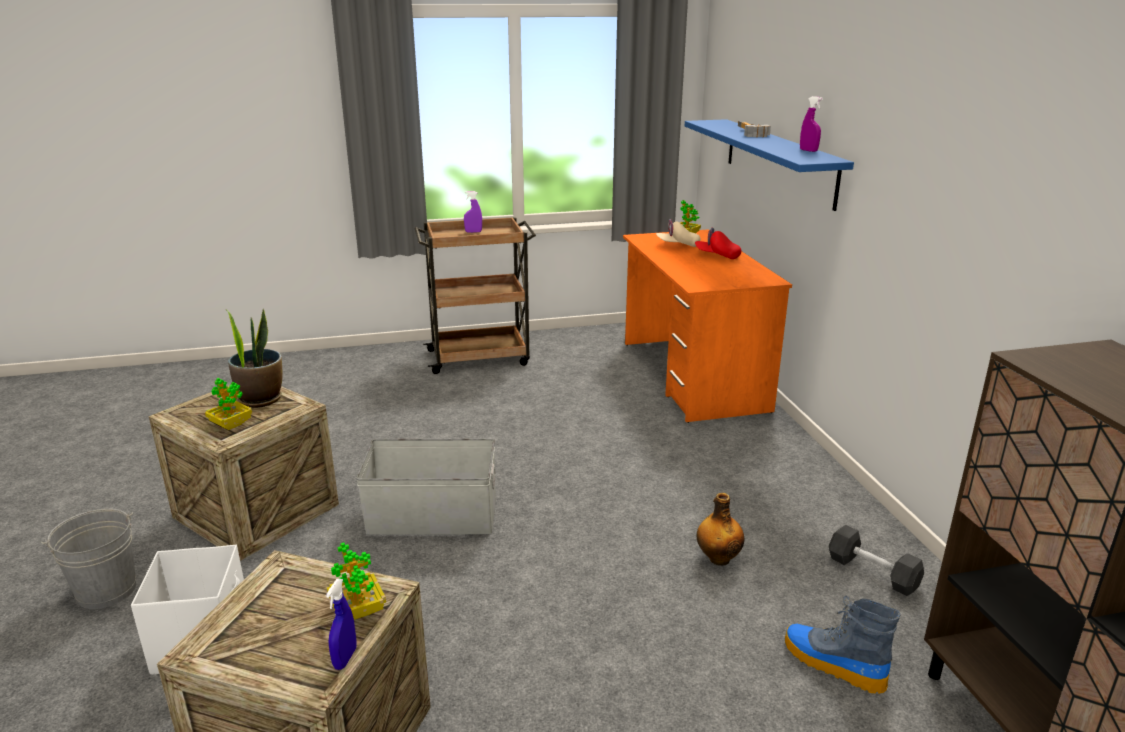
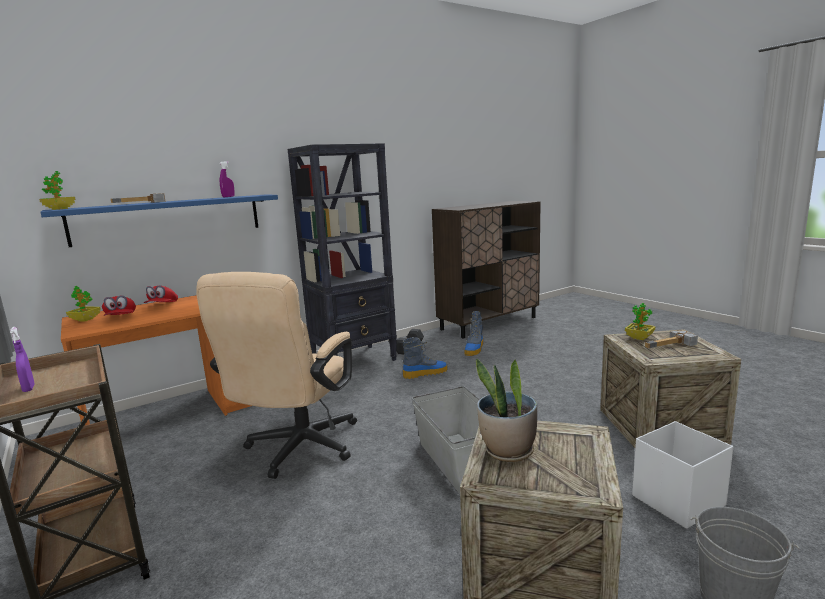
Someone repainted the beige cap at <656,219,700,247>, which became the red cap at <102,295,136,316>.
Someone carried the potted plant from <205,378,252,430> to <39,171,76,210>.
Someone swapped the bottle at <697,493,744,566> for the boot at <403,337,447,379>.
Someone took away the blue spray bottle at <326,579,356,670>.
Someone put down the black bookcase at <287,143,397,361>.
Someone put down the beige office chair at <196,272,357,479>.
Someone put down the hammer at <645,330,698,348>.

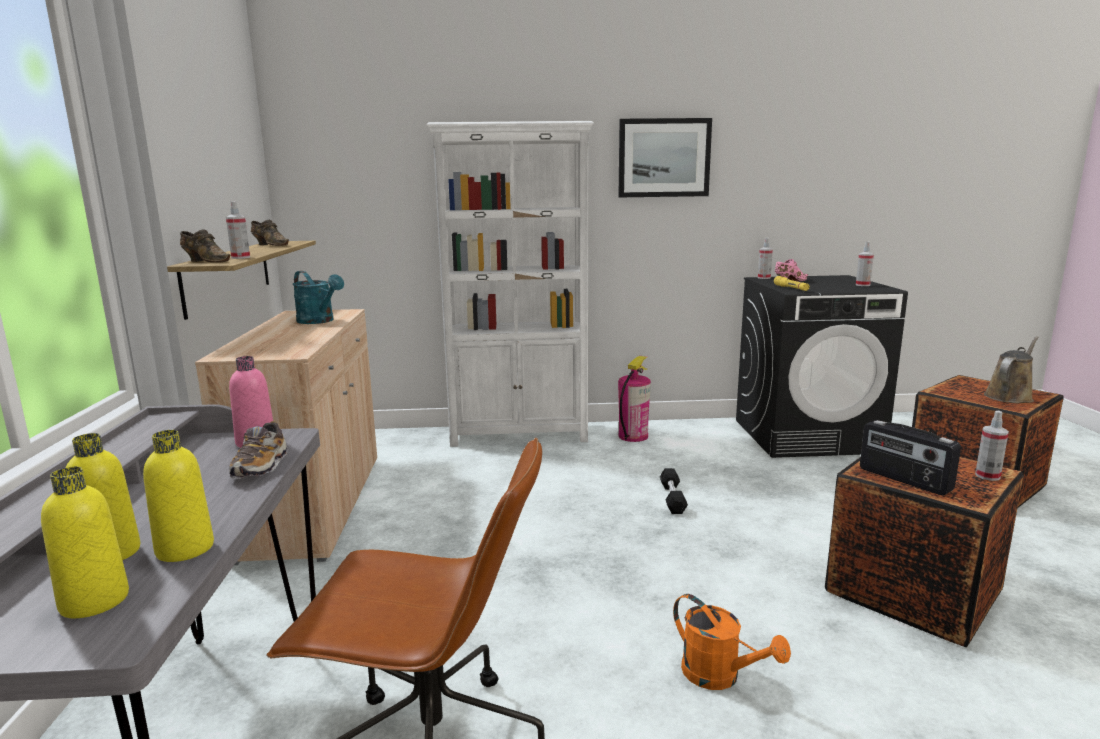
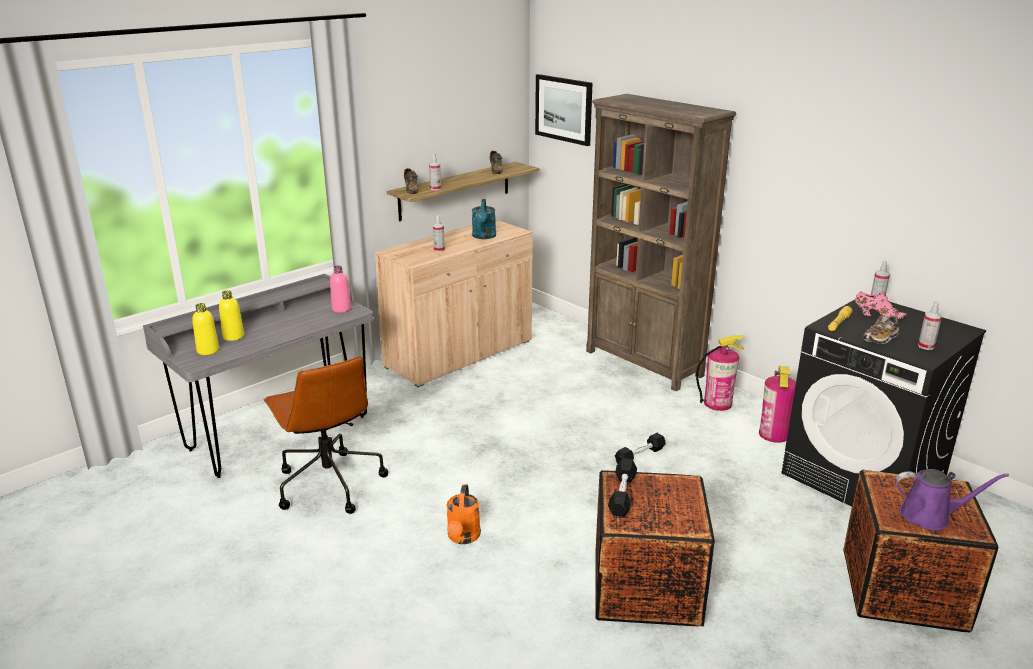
Someone carried the picture from <618,118,712,197> to <535,74,593,146>.
Someone repainted the white bookcase at <427,121,594,447>, which became the brown bookcase at <586,94,736,391>.
Someone repainted the brown watering can at <984,336,1039,403>, which became the purple watering can at <895,469,1009,530>.
Someone carried the spray bottle from <975,411,1009,481> to <433,215,445,252>.
Someone swapped the radio at <860,420,961,495> for the black dumbbell at <608,458,637,517>.
Someone carried the shoe from <229,421,287,479> to <863,315,899,344>.
Someone took away the yellow bottle at <143,430,214,562>.
Someone put down the fire extinguisher at <759,366,796,443>.

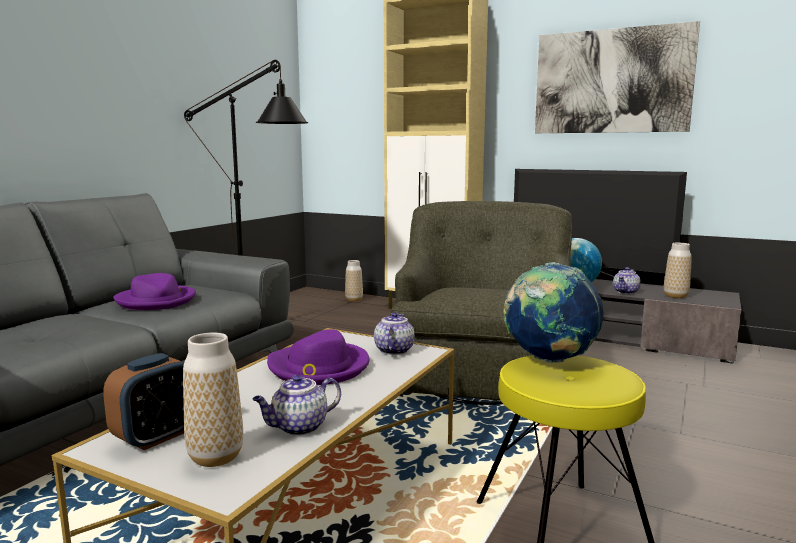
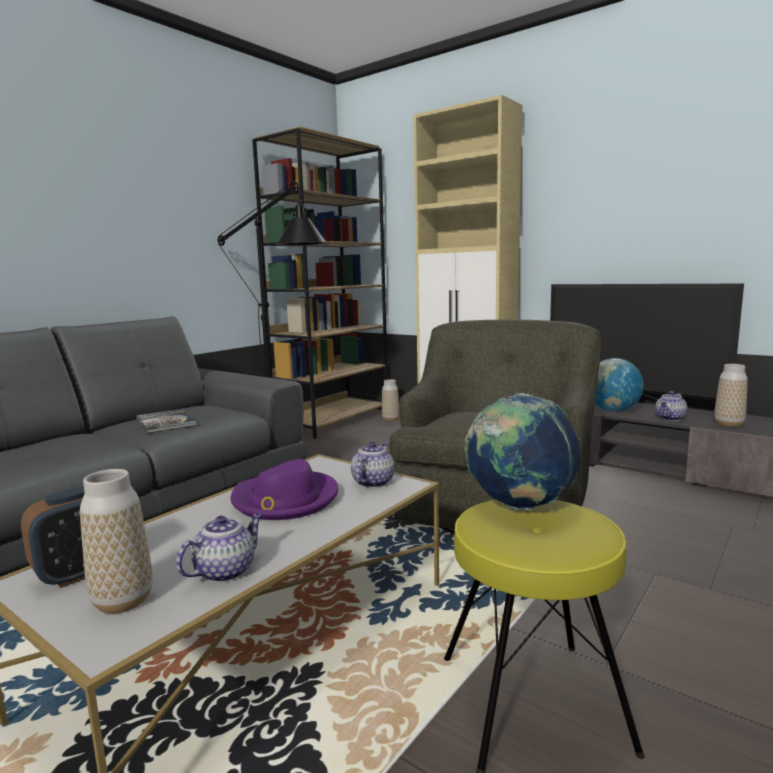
Someone took away the picture at <535,21,700,133>.
Someone swapped the purple hat at <113,273,196,310> for the book at <136,409,197,433>.
Someone rotated the teapot at <252,375,341,436> by 150 degrees clockwise.
Someone put down the brown bookcase at <252,127,388,439>.

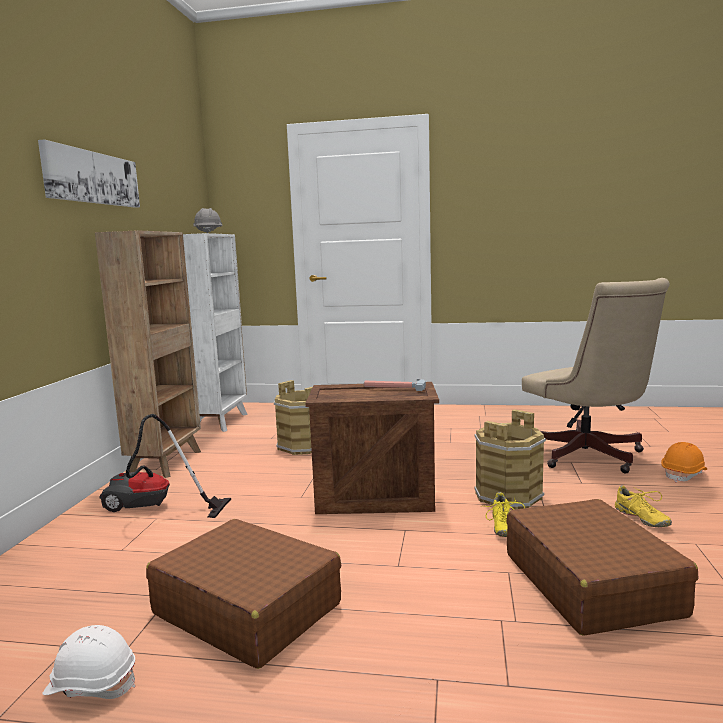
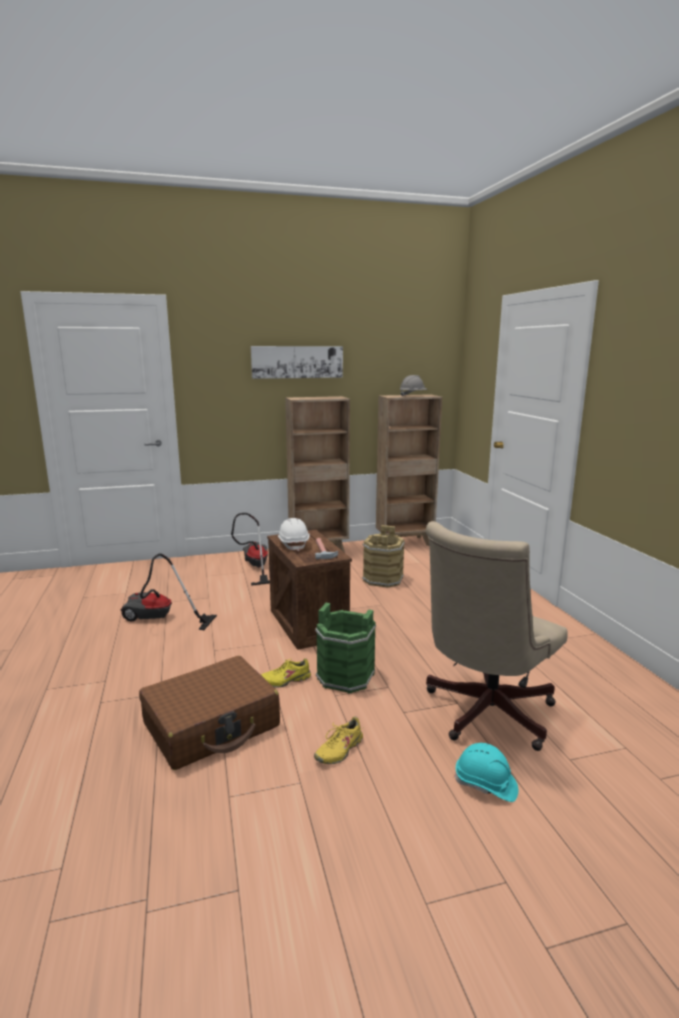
Someone repainted the white bookcase at <183,233,248,432>, which became the brown bookcase at <376,394,442,546>.
Someone repainted the brown bucket at <474,409,546,510>, which became the green bucket at <315,603,376,694>.
Someone repainted the orange hard hat at <661,442,707,483>, which became the turquoise hard hat at <454,743,518,802>.
Someone swapped the brown suitcase at <146,519,341,669> for the vacuum cleaner at <121,553,217,630>.
Someone carried the white hard hat from <42,625,135,699> to <278,518,310,551>.

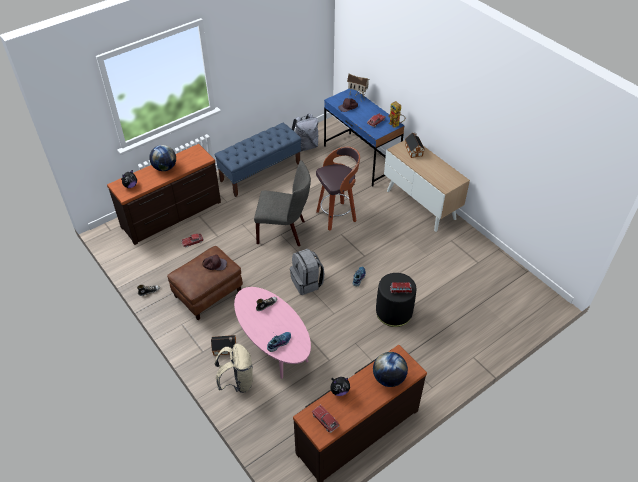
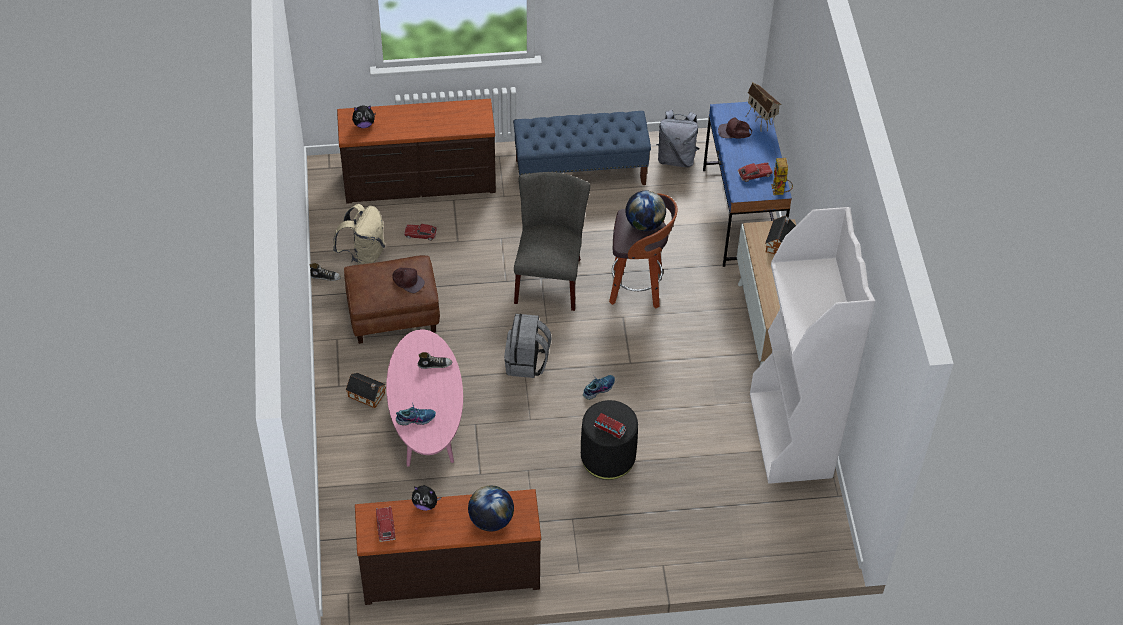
Someone carried the globe from <149,145,176,171> to <626,191,666,231>.
Someone rotated the grey chair at <254,160,311,246> by 120 degrees counterclockwise.
Someone carried the beige backpack from <215,343,253,393> to <333,204,385,265>.
Someone put down the white bookcase at <750,207,875,484>.

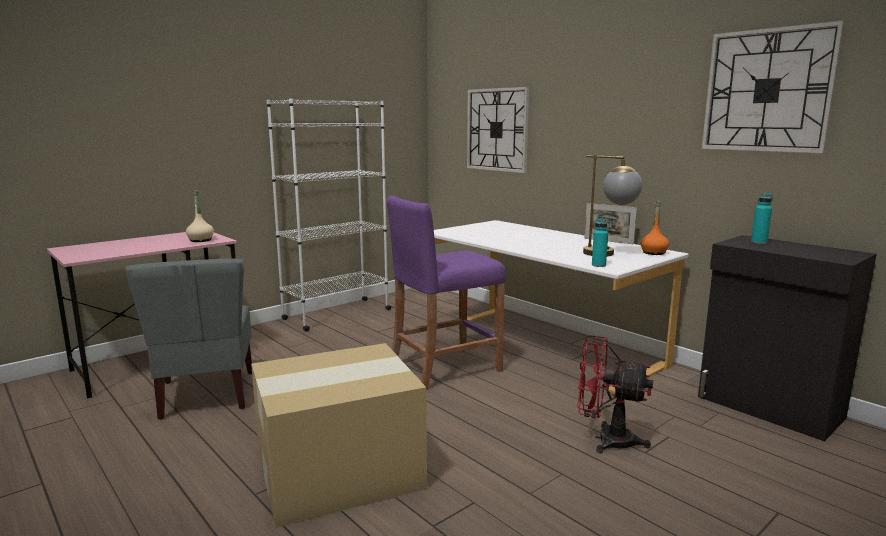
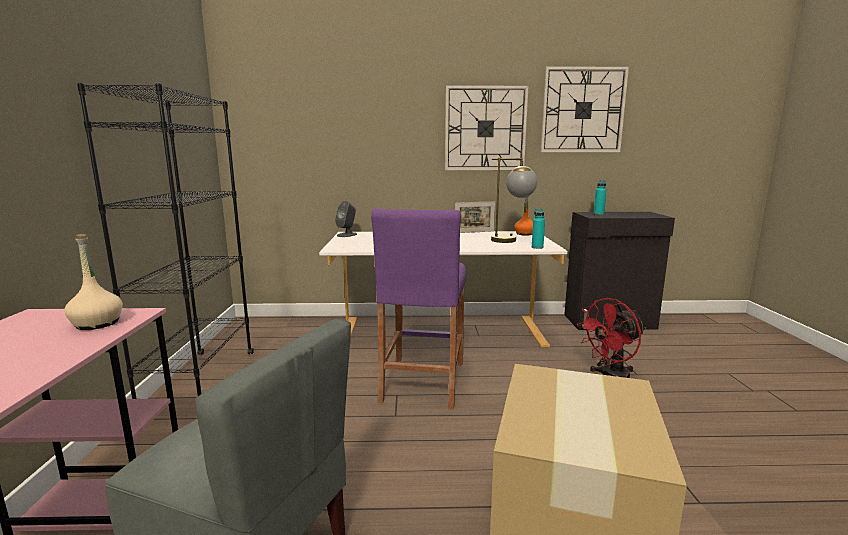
Someone carried the wall clock from <467,87,529,173> to <445,85,528,170>.
Someone repainted the white bookcase at <266,99,391,331>, which became the black bookcase at <77,83,254,399>.
Someone put down the grey speaker at <335,201,357,237>.

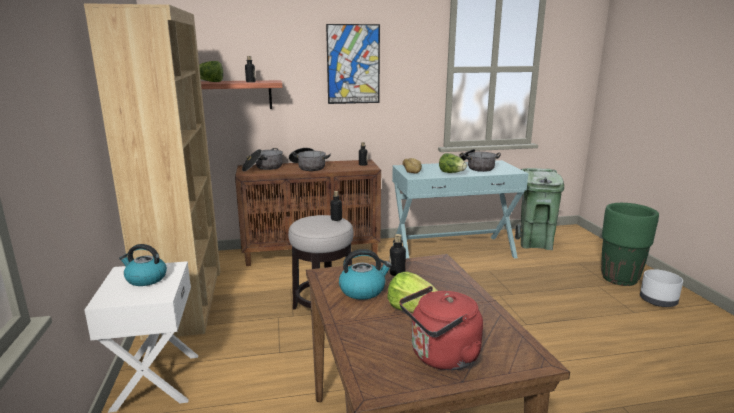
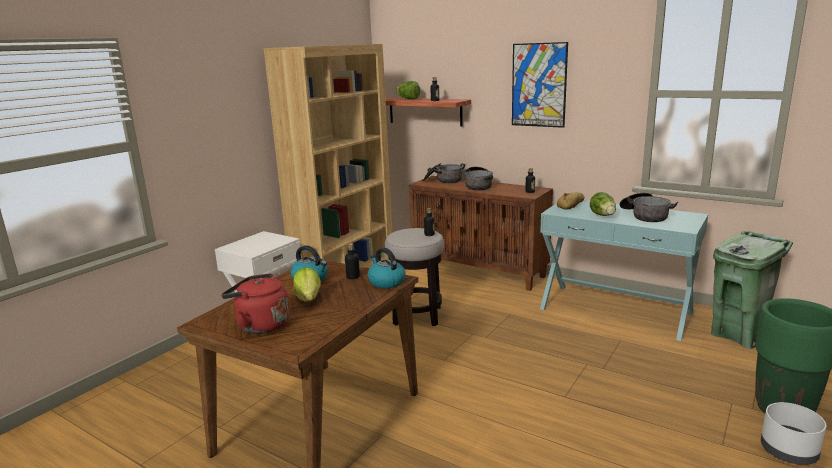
Someone carried the kettle from <119,244,167,286> to <368,248,406,288>.

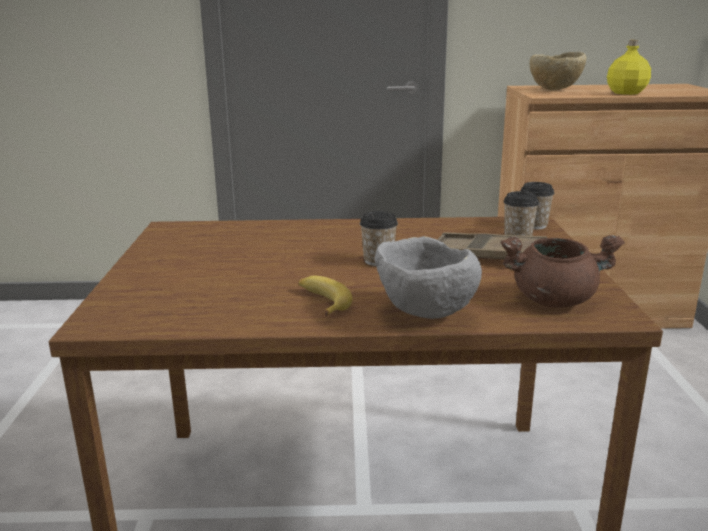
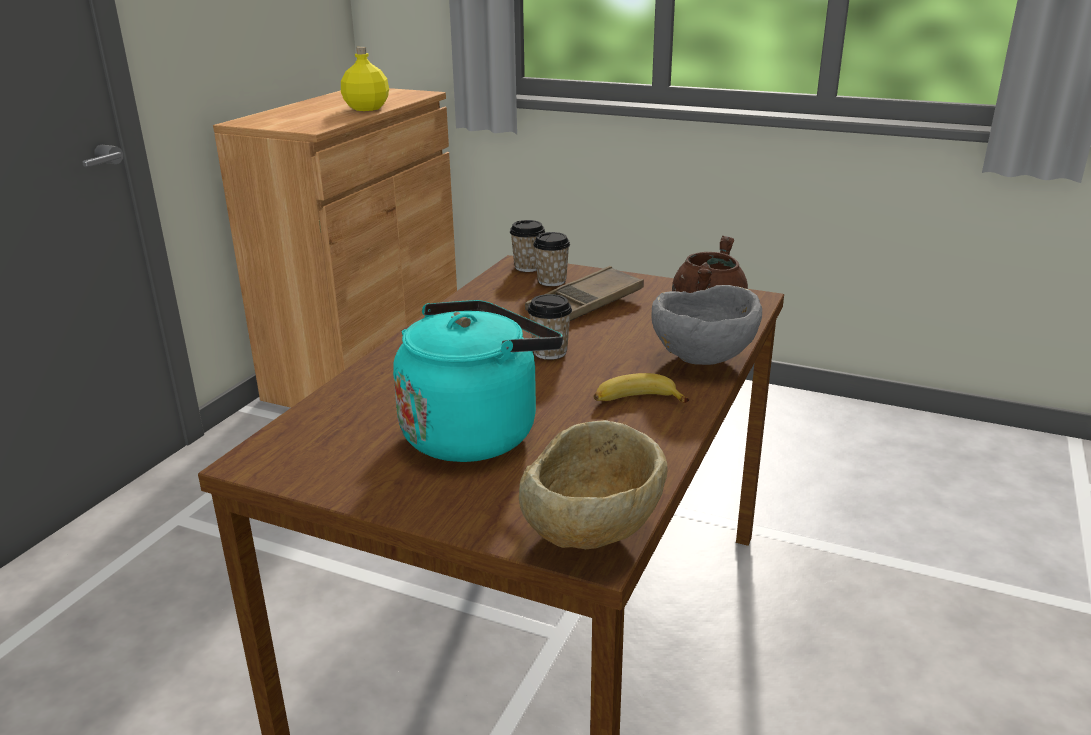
Someone carried the beige bowl from <530,52,587,90> to <519,420,667,549>.
Someone put down the turquoise kettle at <393,300,563,462>.

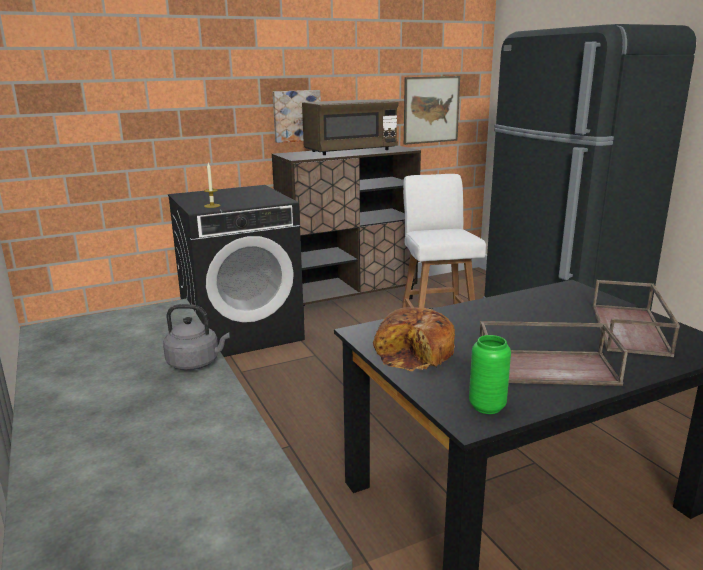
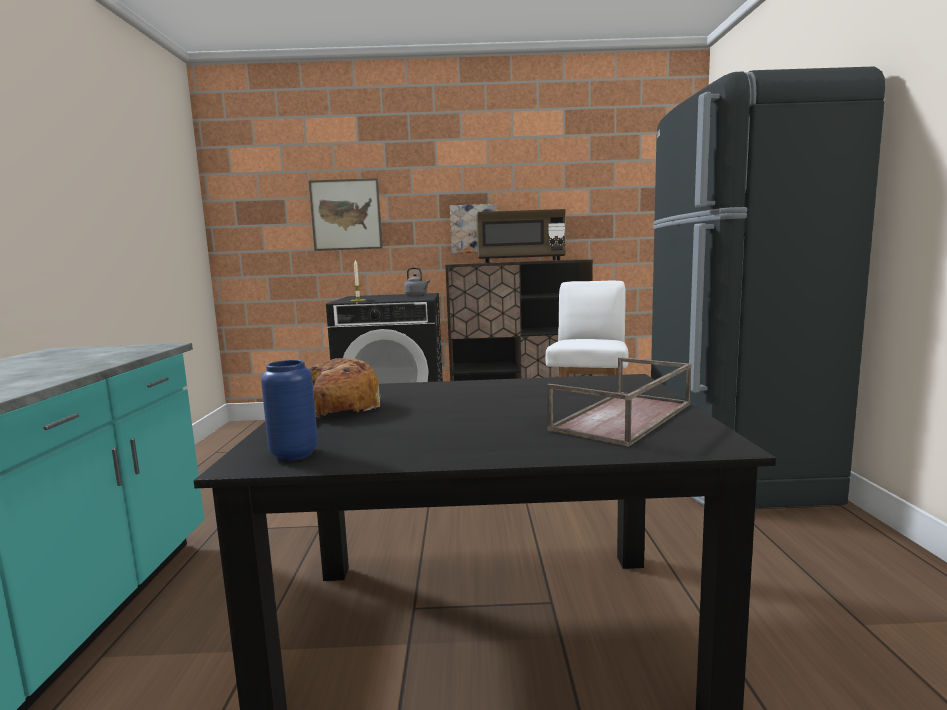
Someone carried the picture from <404,76,460,145> to <309,178,383,251>.
Someone carried the grey kettle from <163,304,230,370> to <404,267,430,296>.
Someone took away the brown tray at <480,321,628,386>.
Someone repainted the green vase at <469,335,511,414>, which became the blue vase at <261,360,318,461>.

